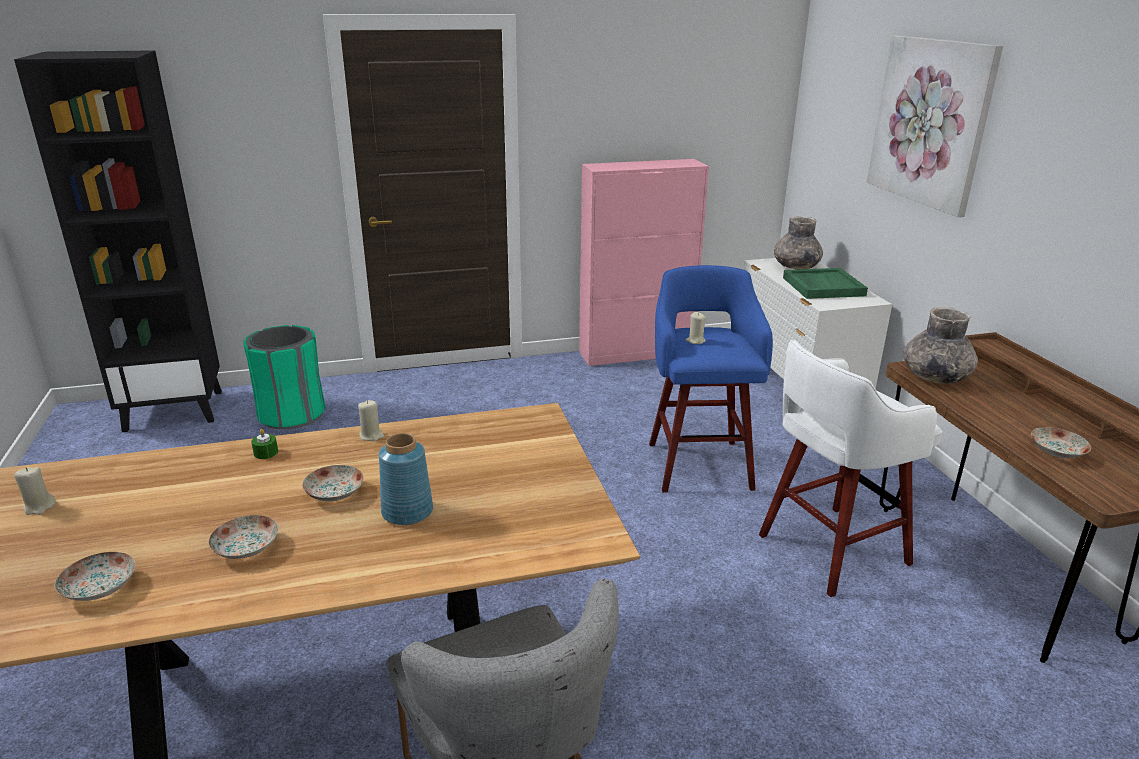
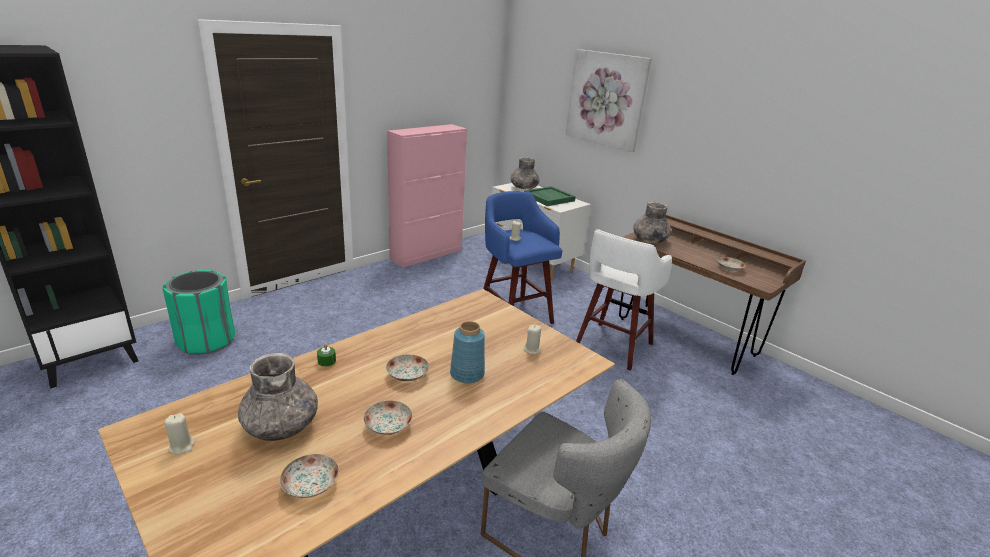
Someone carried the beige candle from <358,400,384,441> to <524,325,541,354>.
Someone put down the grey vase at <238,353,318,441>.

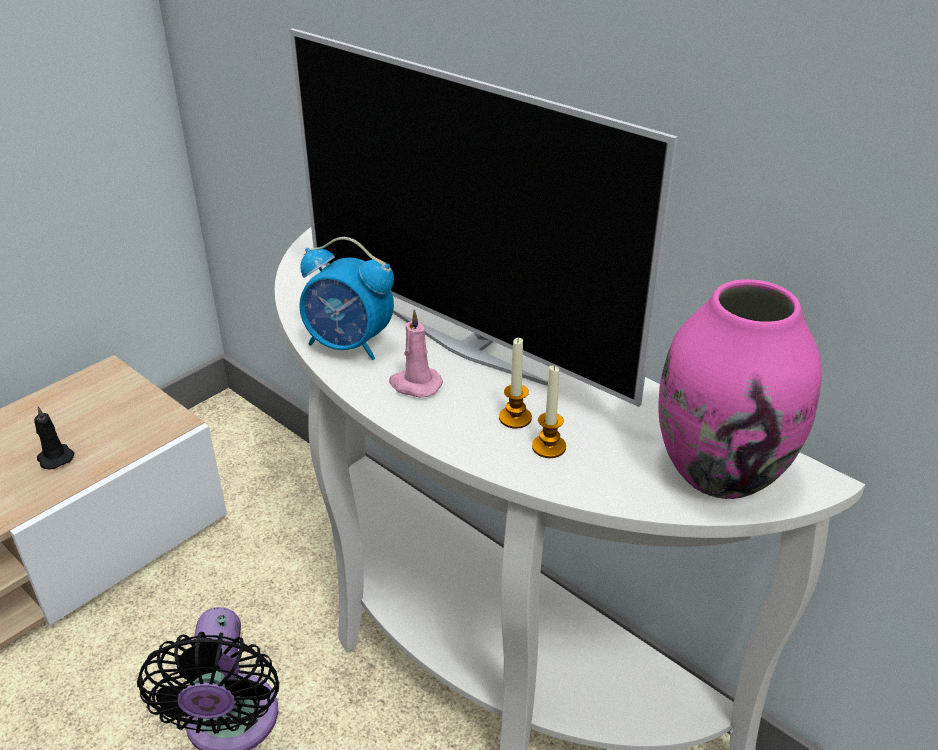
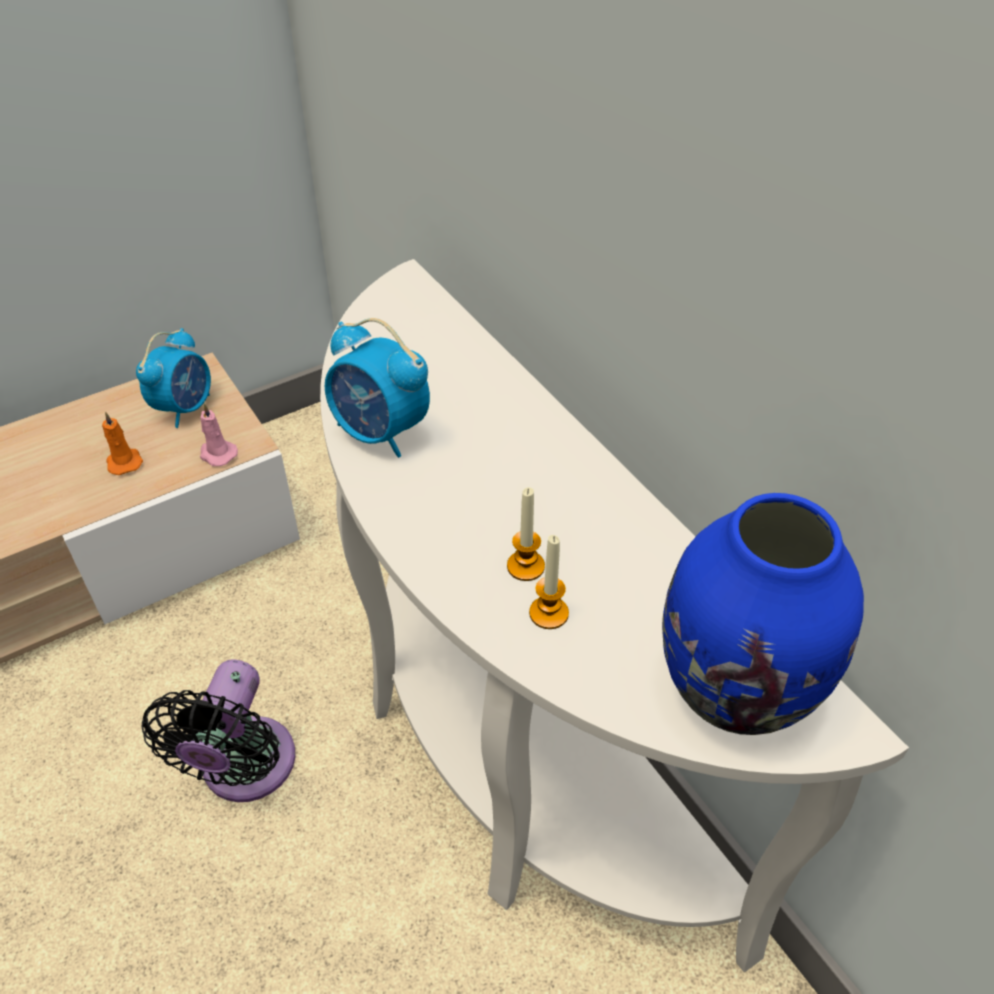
Someone took away the television at <290,28,678,407>.
Someone repainted the pink vase at <658,279,822,499>, which became the blue vase at <662,493,864,735>.
Someone carried the pink candle from <389,309,443,398> to <200,403,238,466>.
Someone repainted the black candle at <34,406,75,470>, which became the orange candle at <102,411,143,475>.
Someone put down the alarm clock at <136,328,211,428>.

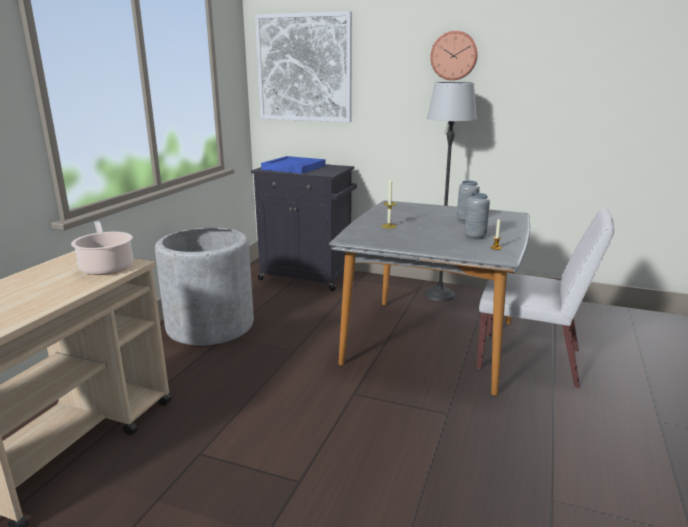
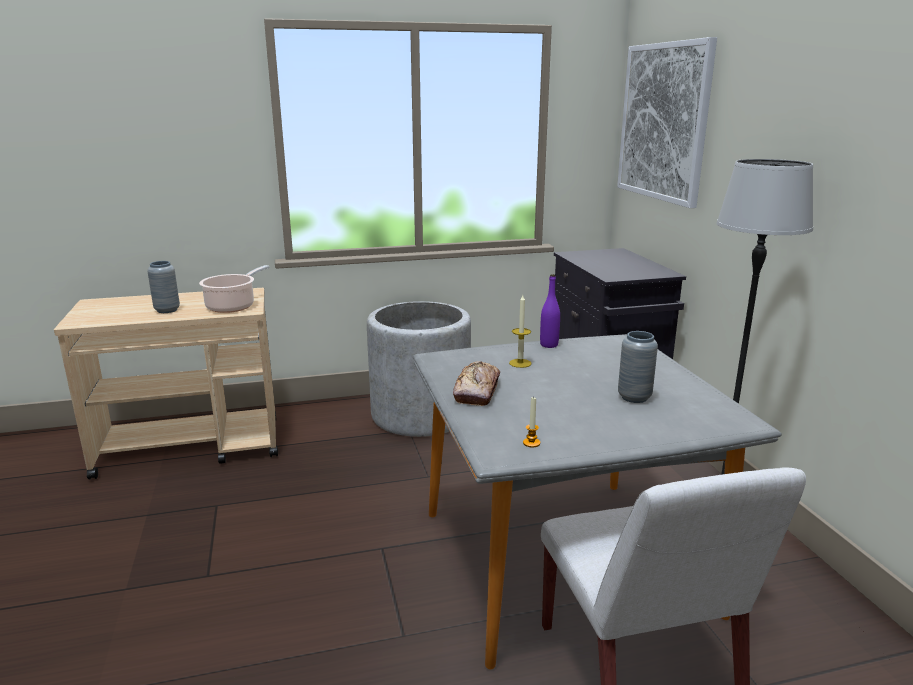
Someone took away the wall clock at <430,31,478,80>.
Someone took away the blue tray at <261,156,325,174>.
Someone carried the grey vase from <464,193,490,239> to <147,261,180,313>.
Someone put down the purple bottle at <540,274,560,348>.
Someone put down the bread at <453,361,500,406>.

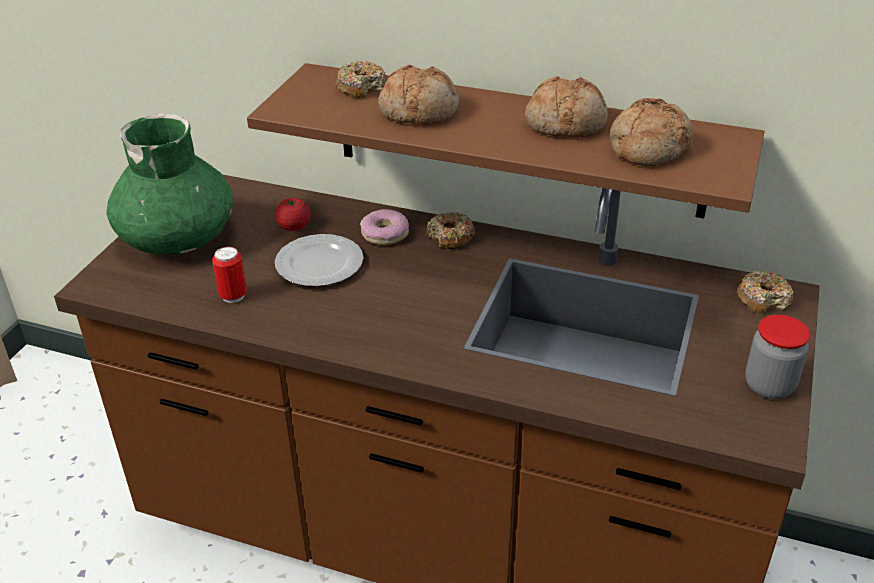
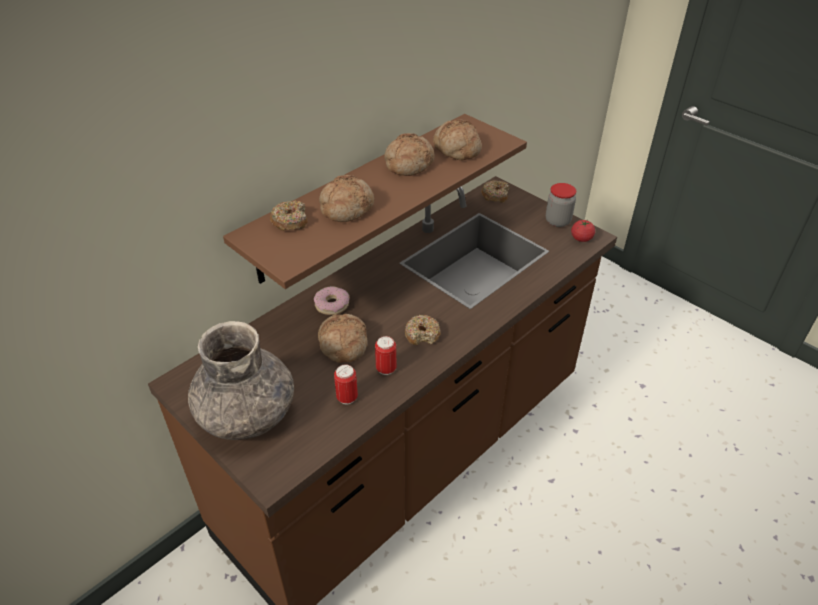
Someone repainted the green vase at <106,113,233,255>, which became the grey vase at <188,321,294,440>.
Someone carried the tomato from <275,198,311,231> to <571,220,595,242>.
Someone carried the donut from <427,212,475,249> to <405,315,441,345>.
Someone swapped the plate at <275,234,364,287> for the bread at <318,314,368,363>.
Someone put down the can at <375,336,396,375>.

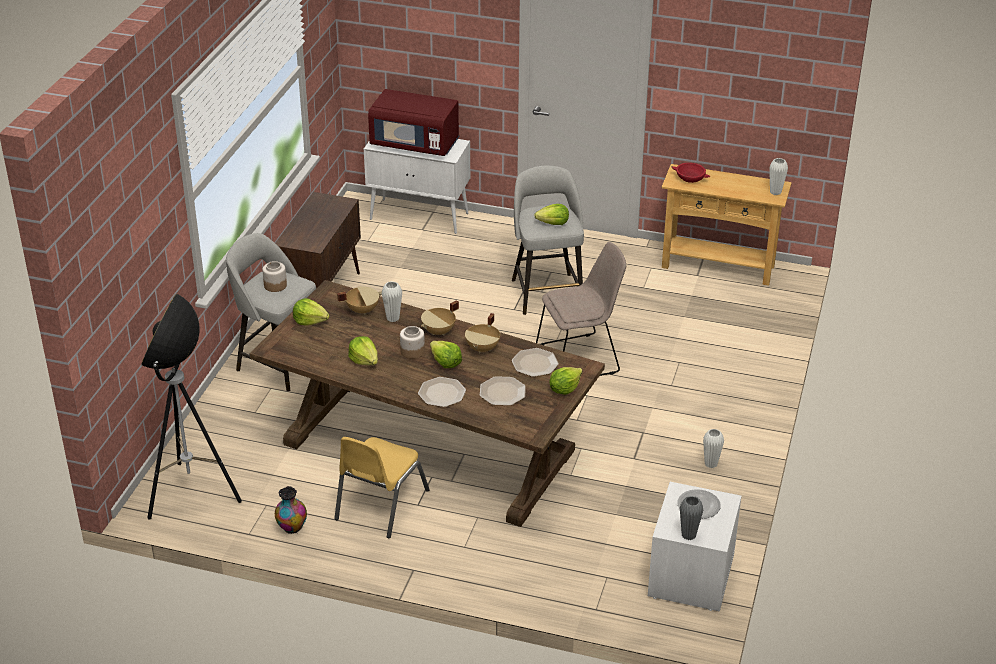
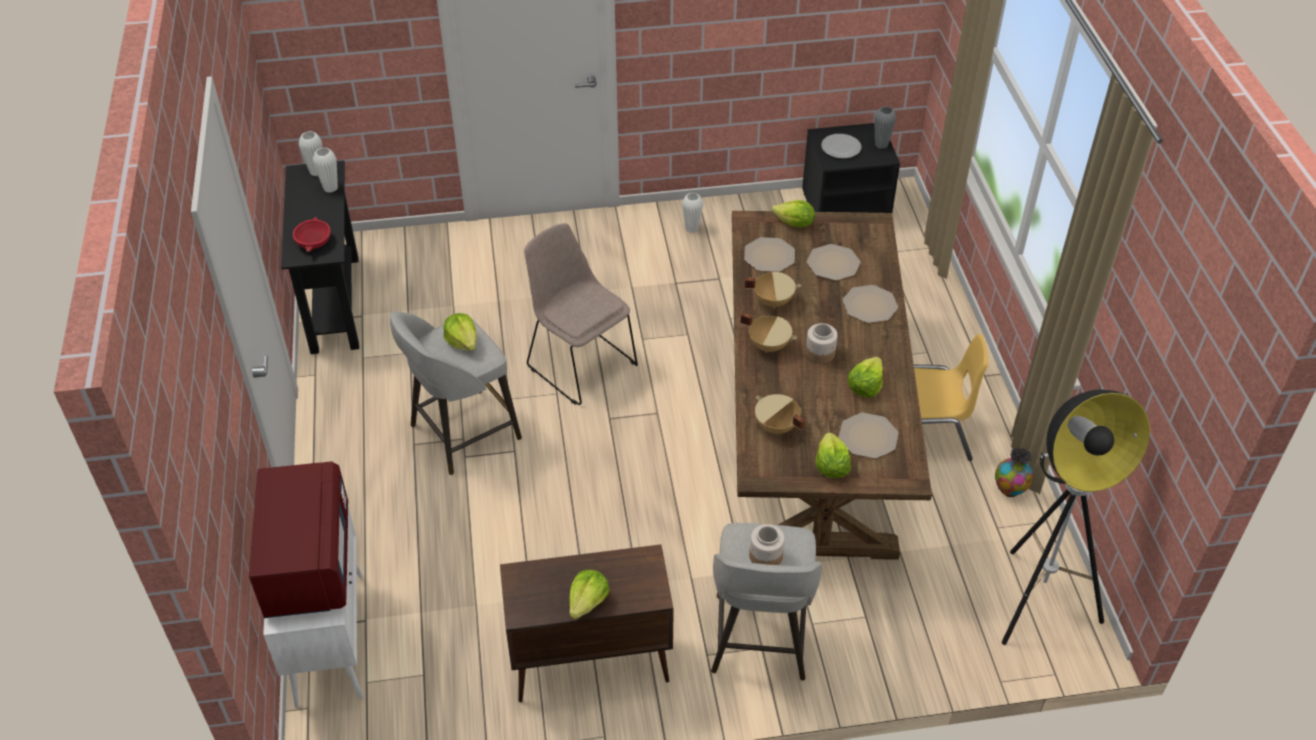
Someone repainted the beige console table at <661,164,792,286>, which became the black console table at <281,160,359,354>.
Someone carried the white vase from <382,281,402,322> to <313,147,338,193>.
Someone carried the lettuce from <430,341,462,368> to <569,569,610,619>.
Someone repainted the white nightstand at <648,482,741,612>, which became the black nightstand at <802,123,900,213>.
Someone put down the plate at <839,413,899,459>.

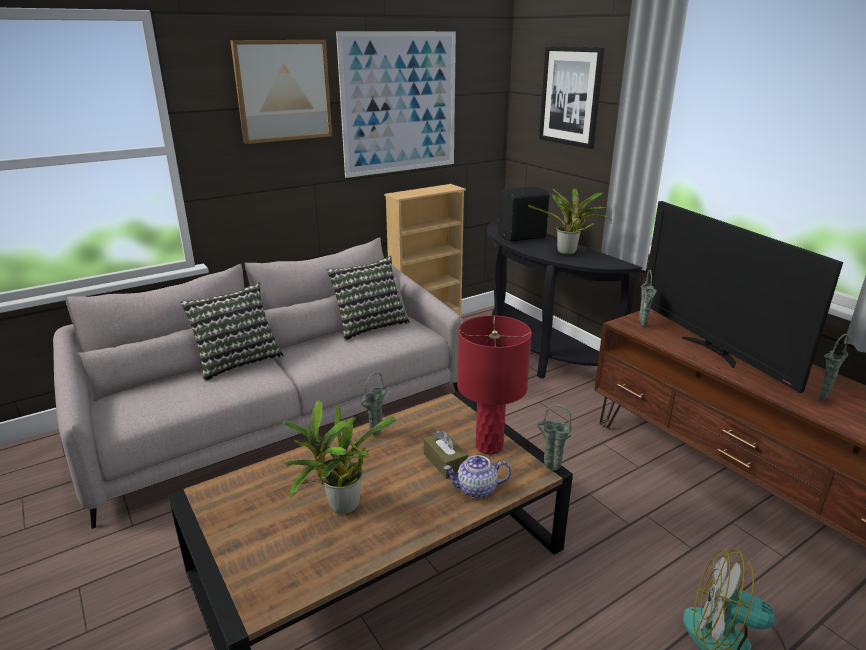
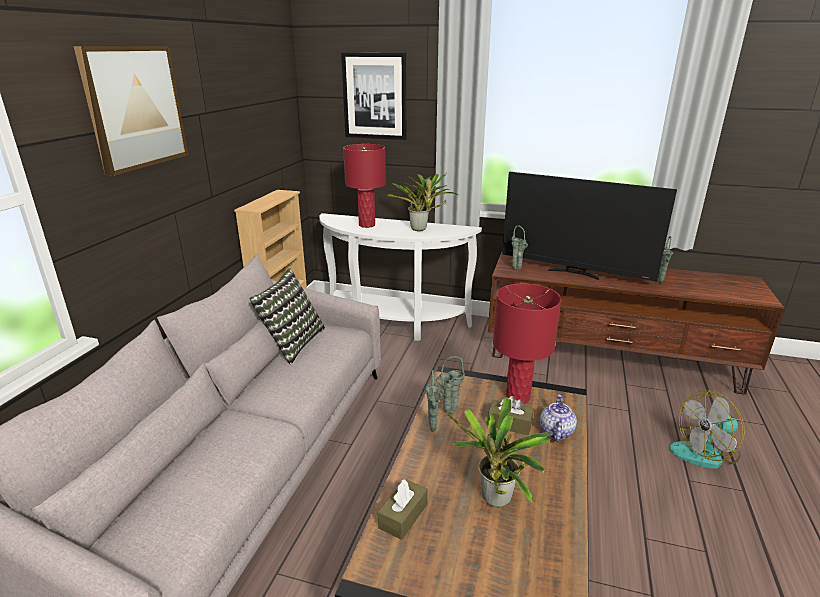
Someone took away the picture at <336,31,456,178>.
Someone swapped the black speaker at <498,186,550,242> for the red table lamp at <343,144,386,228>.
Someone repainted the black console table at <487,218,642,379>, which became the white console table at <319,213,482,341>.
Someone took away the pillow at <180,282,284,381>.
Someone carried the green vase from <537,404,572,471> to <436,356,465,414>.
Someone rotated the teapot at <444,455,511,499> by 150 degrees clockwise.
Someone put down the brown tissue box at <378,479,428,540>.

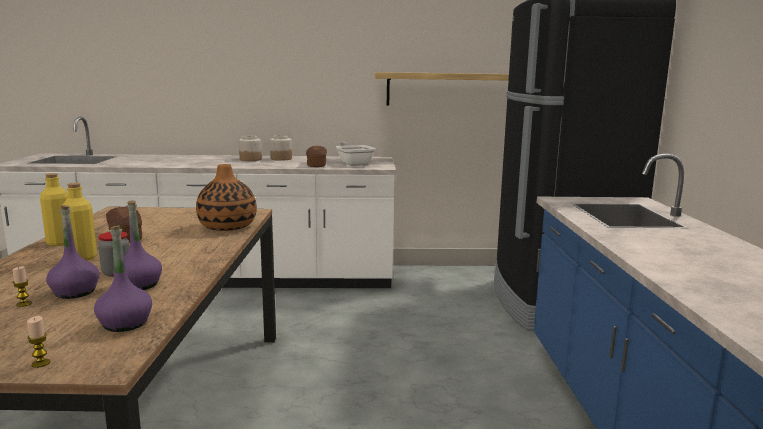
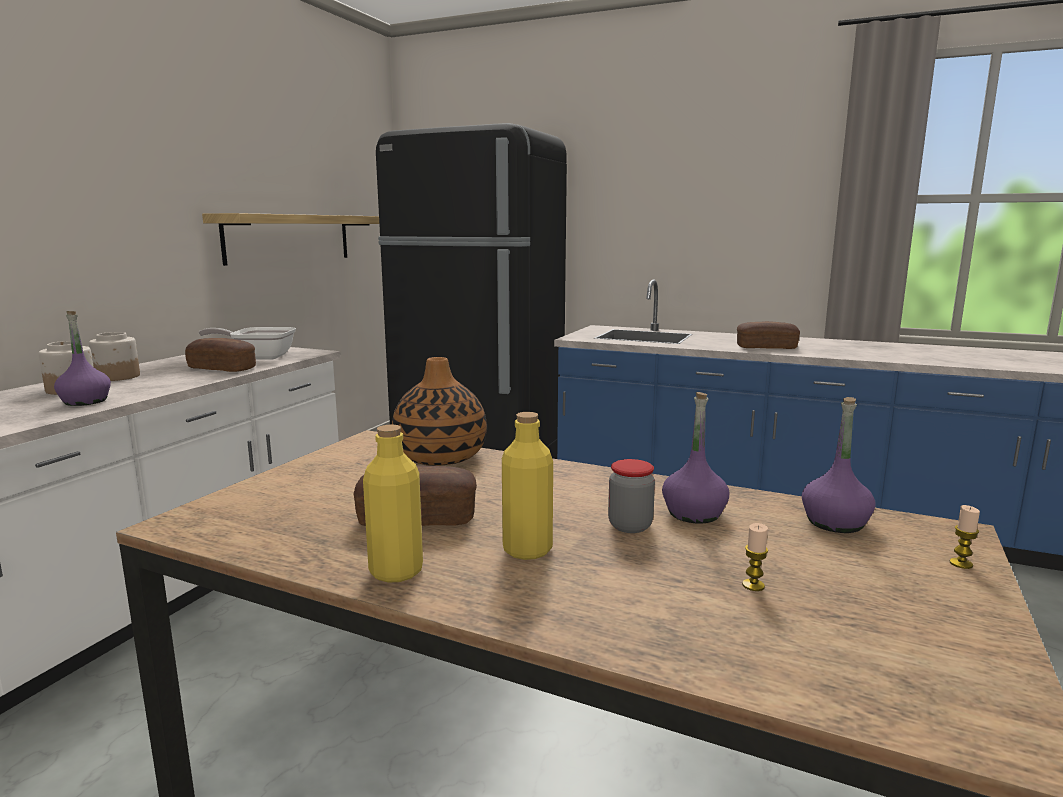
Someone carried the purple bottle from <46,205,99,299> to <54,311,111,406>.
Someone put down the bread at <737,321,800,349>.

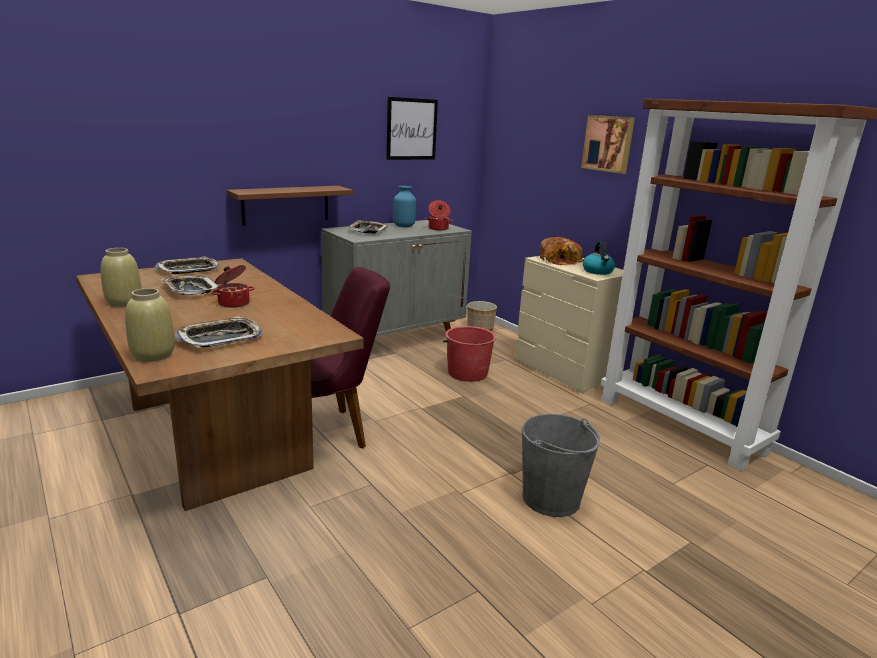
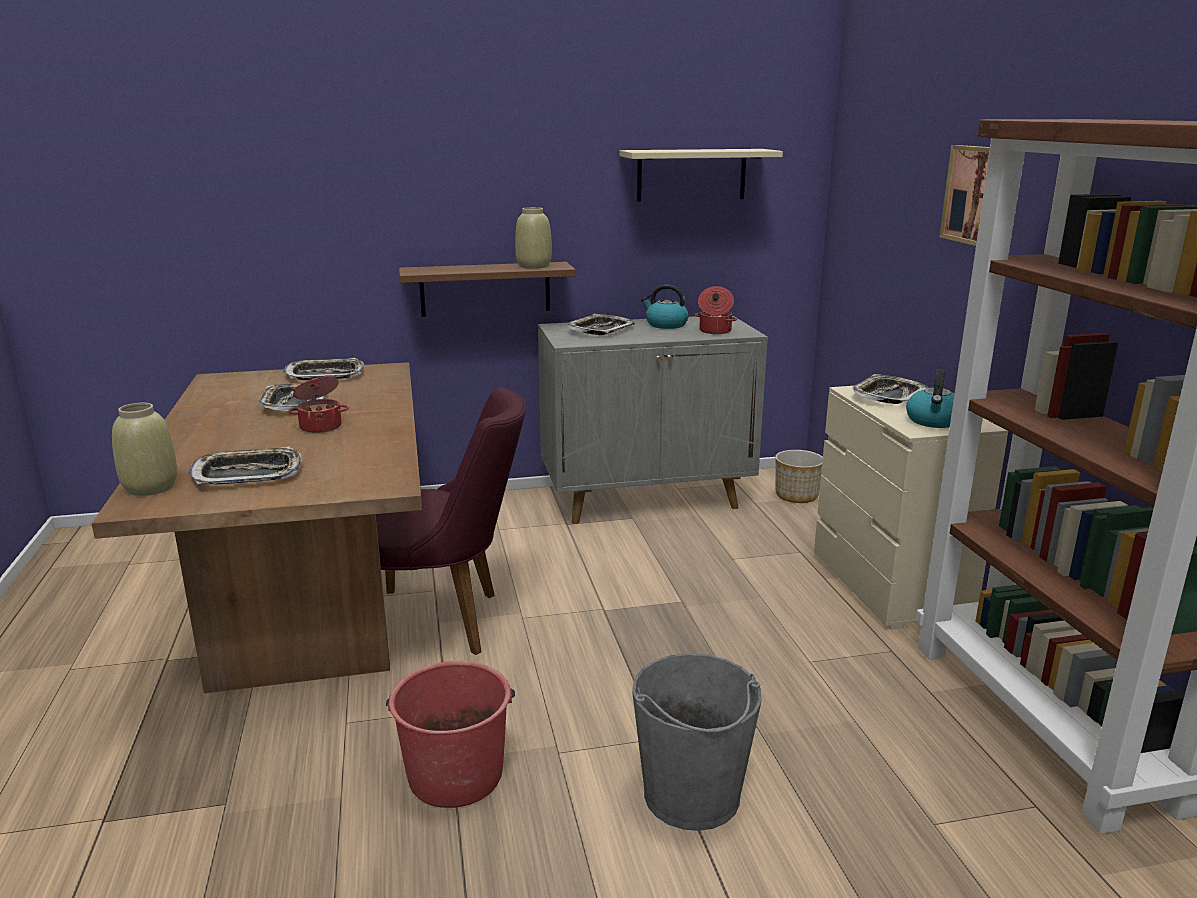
Someone swapped the picture at <386,97,438,160> for the beige shelf at <619,149,783,202>.
Someone swapped the blue vase at <393,186,416,227> for the kettle at <641,285,689,329>.
Someone swapped the bread at <540,237,584,265> for the tray at <853,374,928,404>.
Someone carried the beige vase from <101,248,142,307> to <515,207,552,269>.
Someone carried the red bucket from <443,326,496,382> to <386,661,515,808>.

